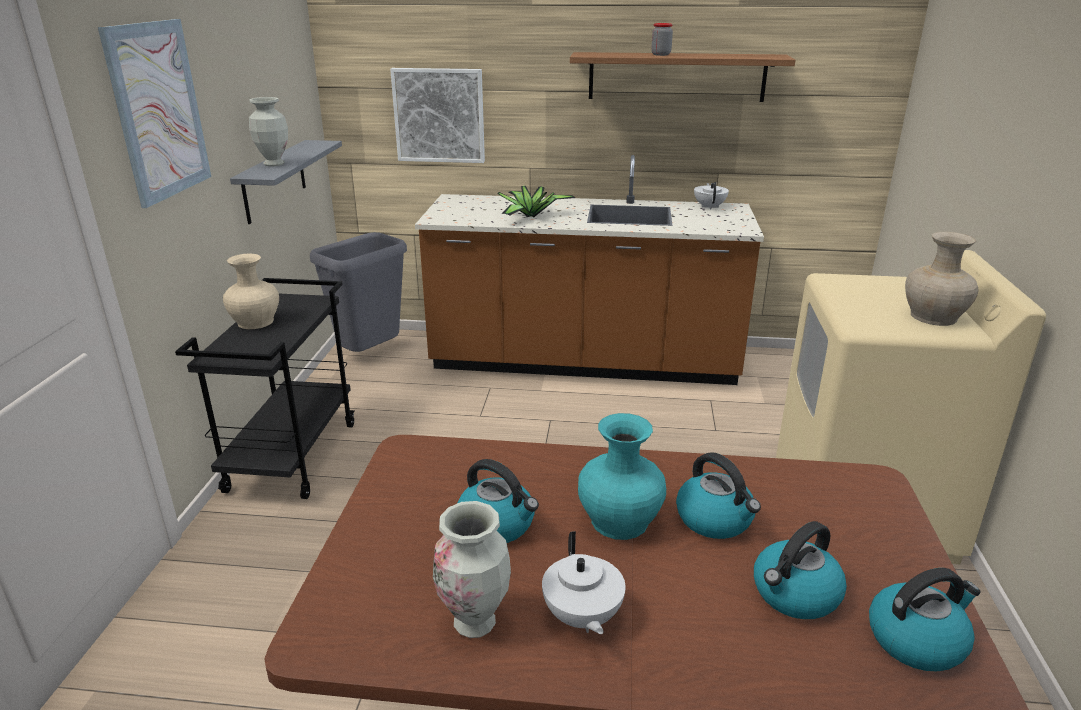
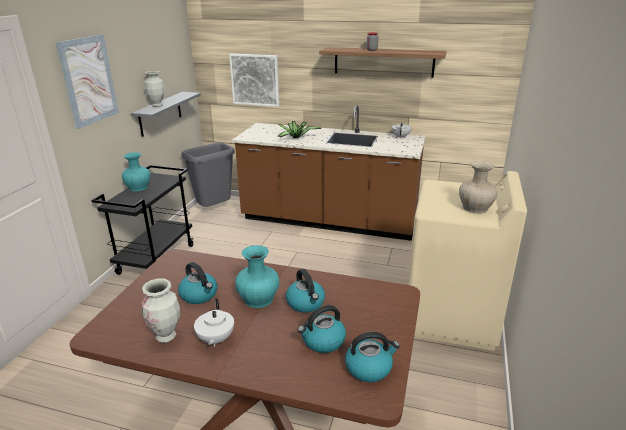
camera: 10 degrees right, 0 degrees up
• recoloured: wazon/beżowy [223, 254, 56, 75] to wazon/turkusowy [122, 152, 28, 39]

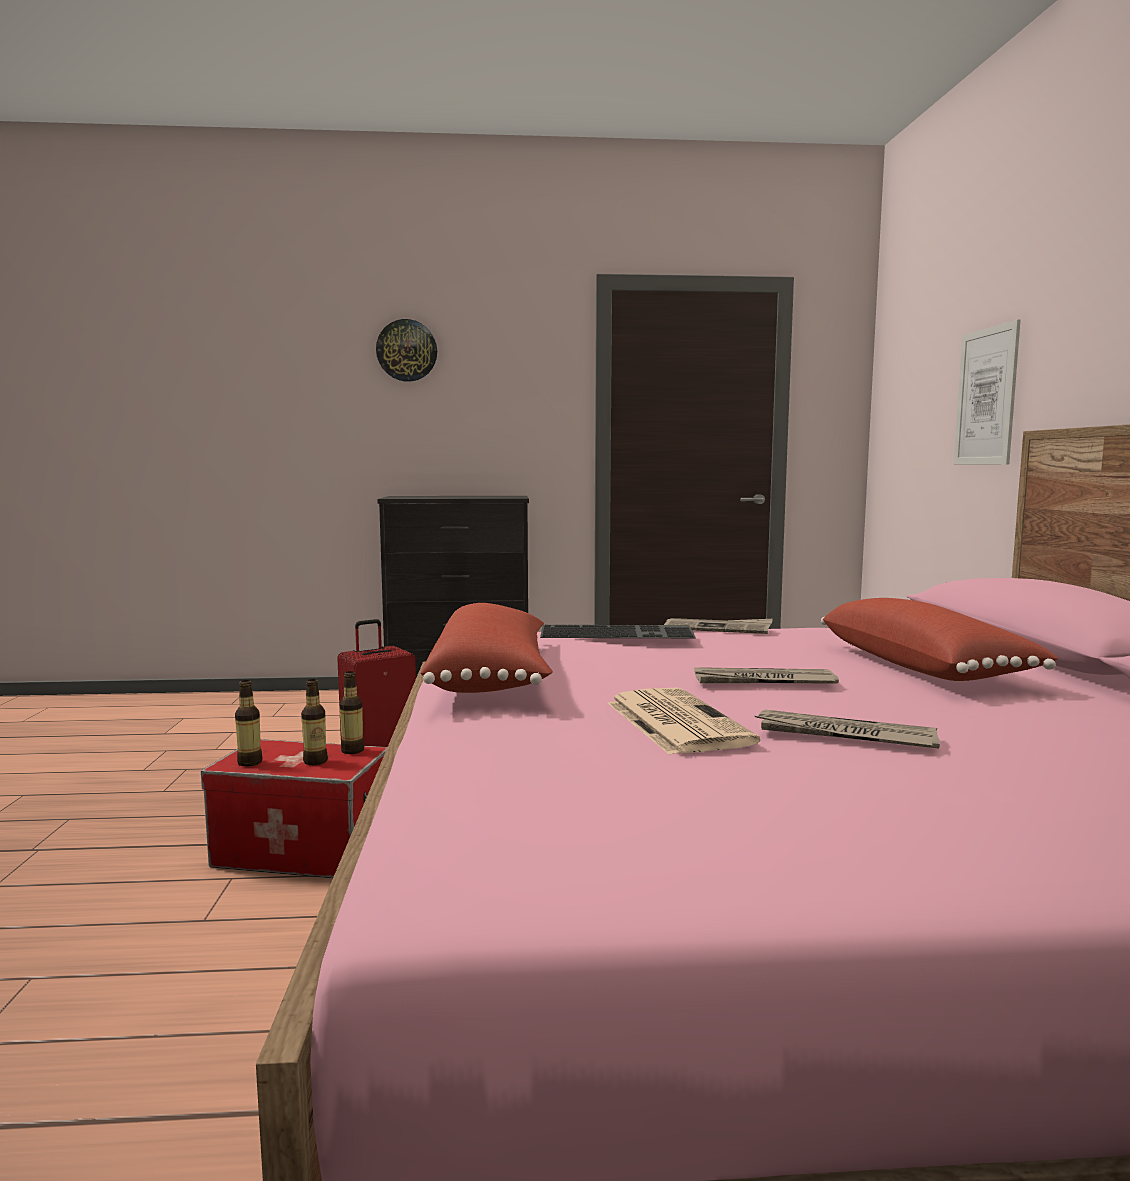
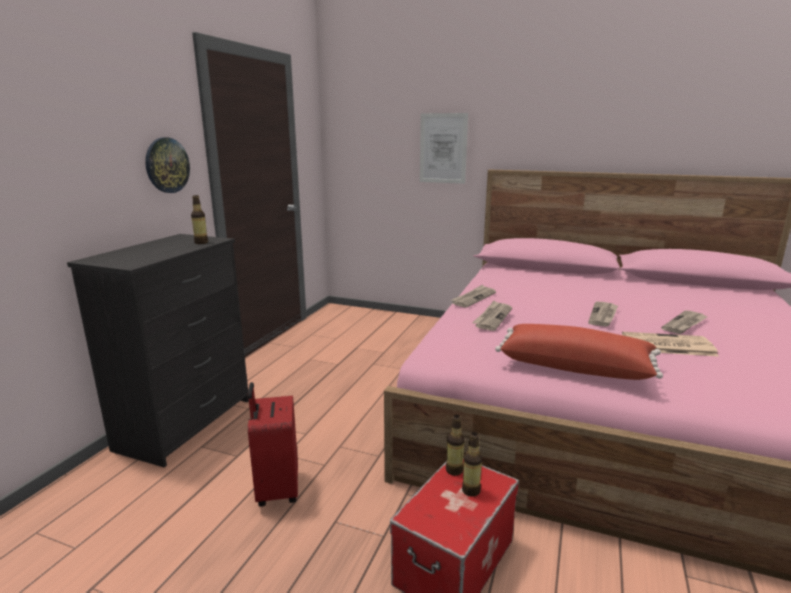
camera: 65 degrees left, 10 degrees up
• removed: poduszka/czerwony [821, 598, 238, 83]
• moved: butelka [235, 680, 27, 87] to [191, 195, 17, 49]
• moved: zegar ścienny [376, 319, 61, 63] to [145, 138, 45, 55]
• replaced: klawiatura [540, 625, 156, 13] to gazeta [473, 301, 39, 30]

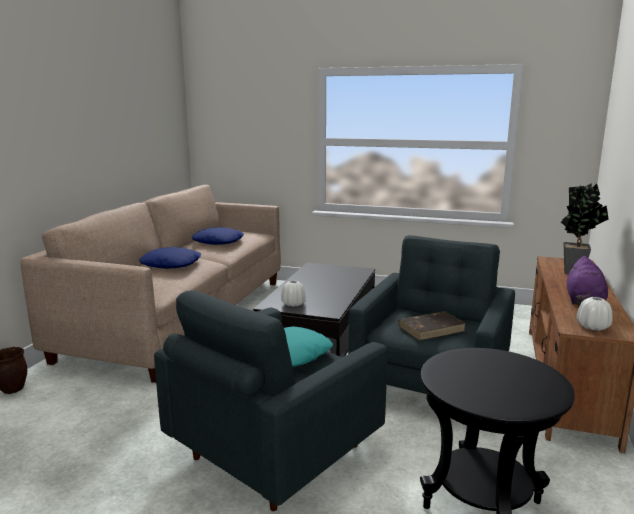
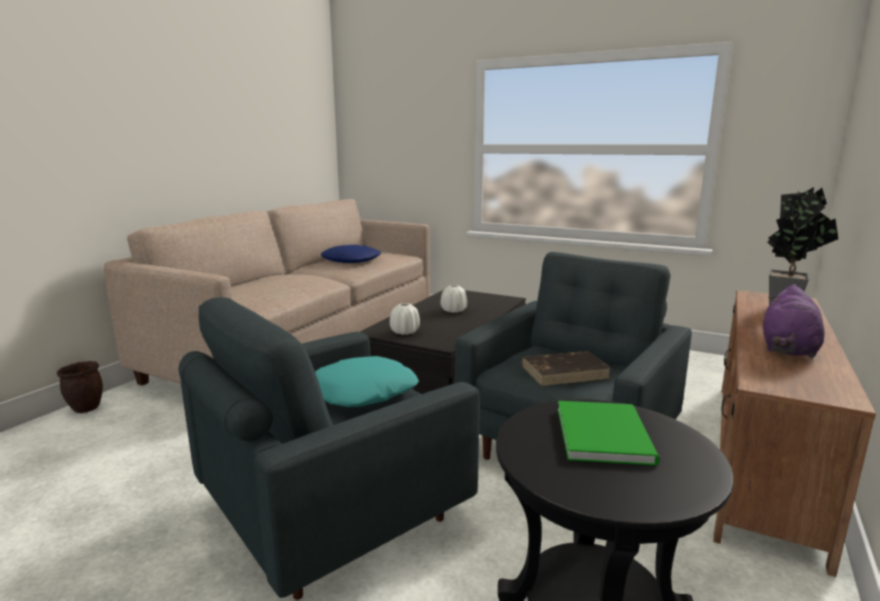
camera: 10 degrees right, 0 degrees up
• removed: poduszka/niebieski [139, 247, 62, 22]
• added: książka/zielony [558, 401, 101, 64]
• moved: wazon/biały [577, 297, 35, 34] to [441, 285, 26, 28]

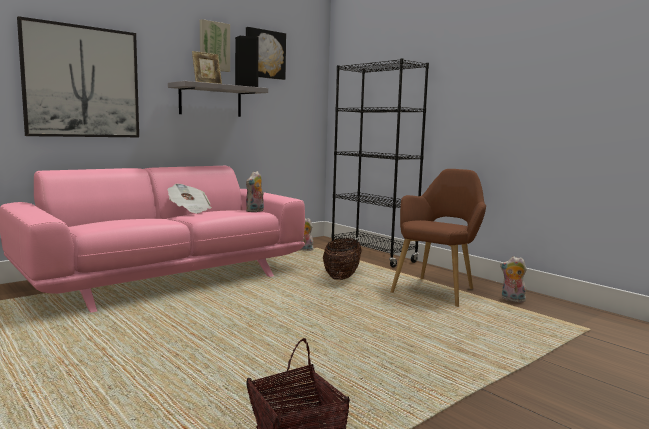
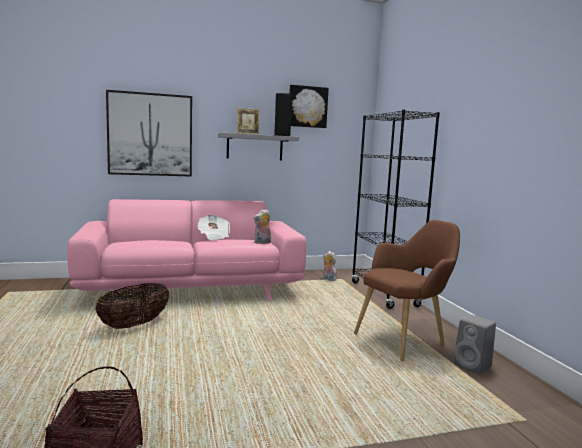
camera: 25 degrees right, 0 degrees up
• removed: obraz [200, 19, 30, 53]
• moved: koszyk [323, 238, 39, 42] to [96, 283, 73, 46]
• replaced: pluszak [500, 256, 27, 47] to głośnik/szary [453, 315, 43, 59]

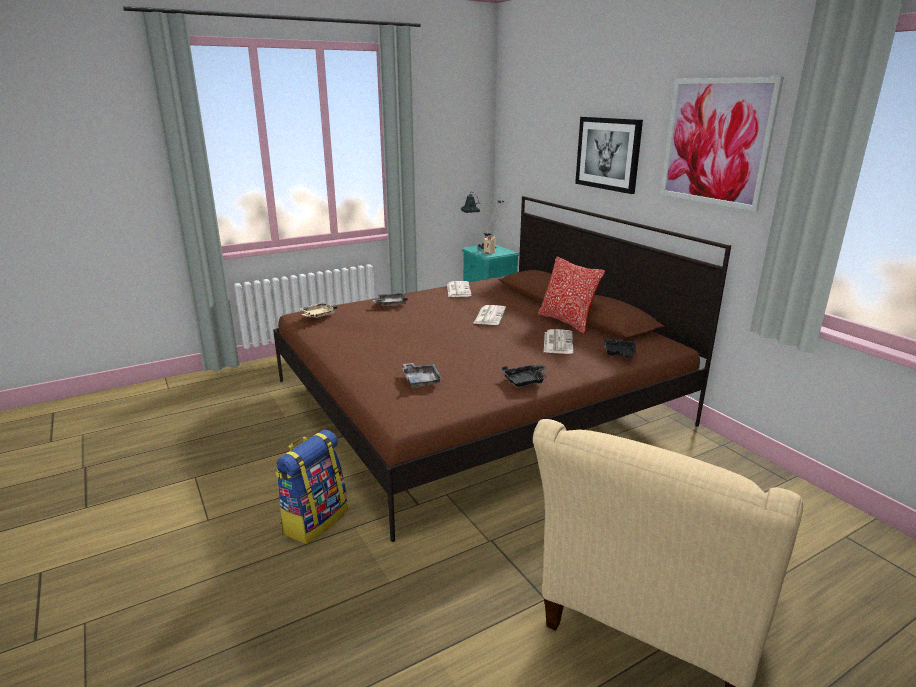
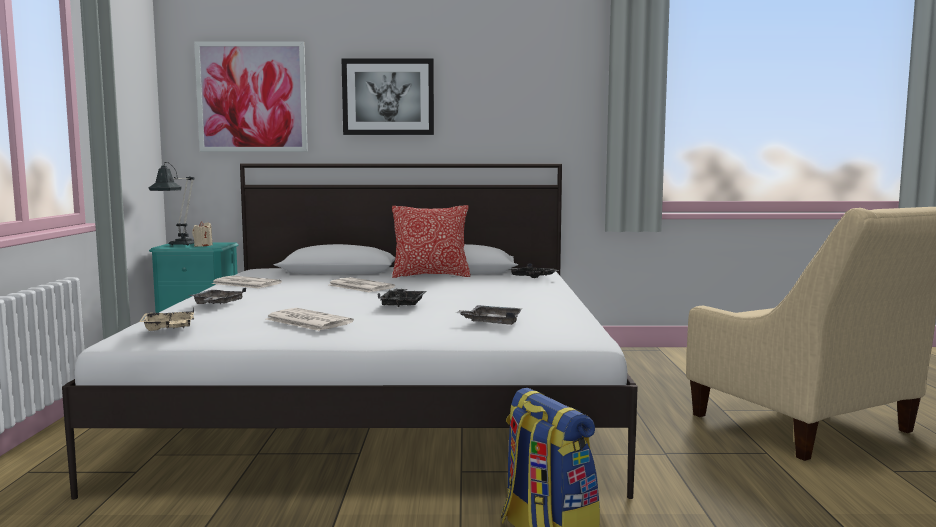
camera: 60 degrees left, 15 degrees down
• moved: taca/czarny [502, 364, 46, 23] to [377, 289, 49, 18]
• moved: gazeta [544, 329, 29, 25] to [266, 308, 88, 23]
• moved: obraz [660, 77, 124, 134] to [194, 41, 114, 111]
• recoloured: łóżko/brązowy [273, 196, 458, 346] to łóżko/biały [62, 164, 576, 336]

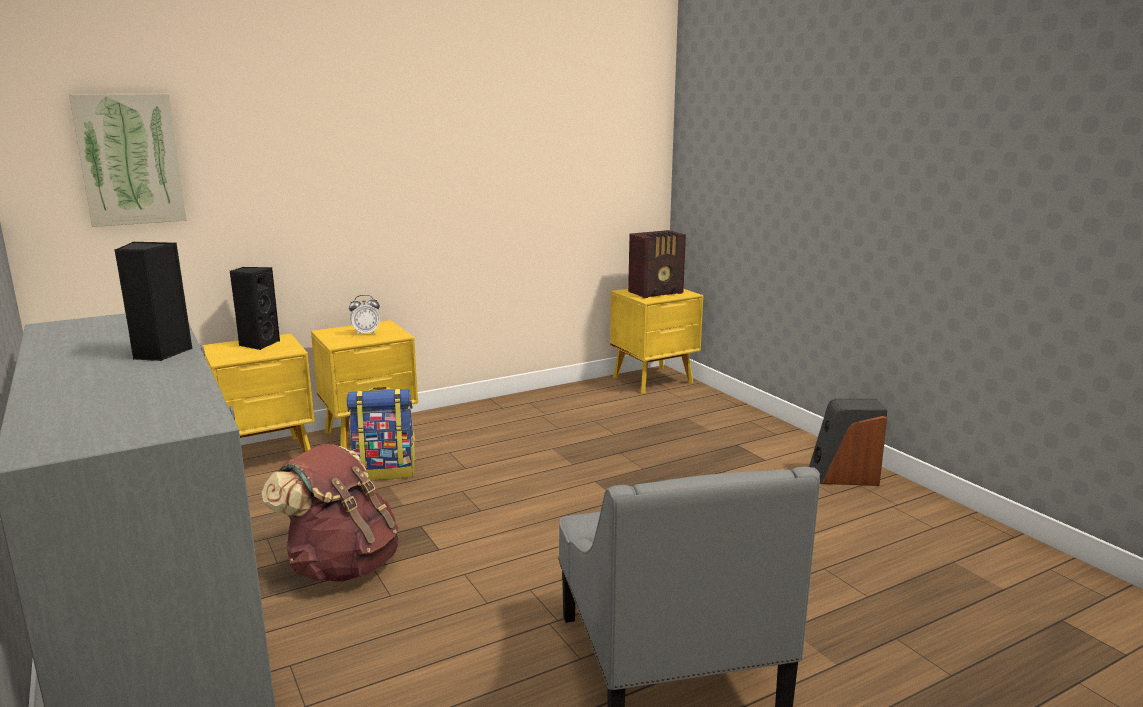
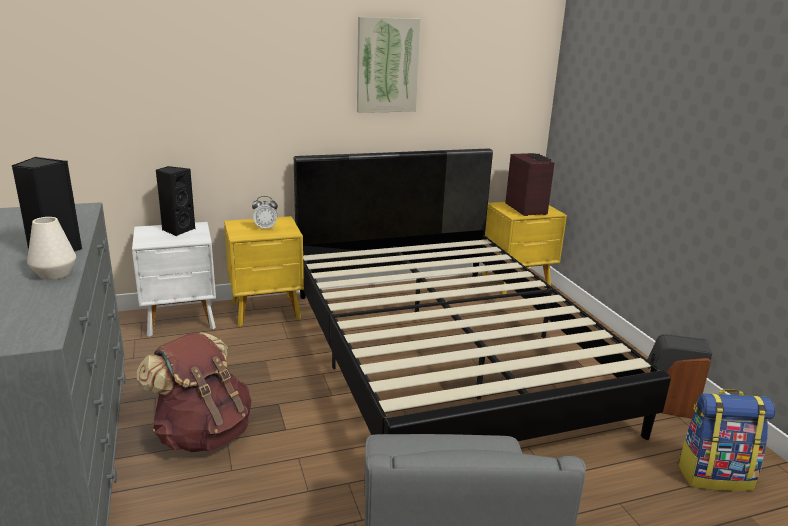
camera: 10 degrees right, 5 degrees up
• added: wazon/biały [27, 217, 49, 63]
• added: łóżko/czarny [294, 148, 377, 293]
• moved: obraz [69, 94, 118, 133] to [357, 17, 63, 96]
• moved: plecak [346, 387, 70, 93] to [678, 389, 98, 102]
• recoloured: szafka nocna/żółty [203, 333, 112, 119] to szafka nocna/biały [132, 222, 84, 115]
• turned: radio [628, 230, 58, 68] = [505, 153, 50, 63] 90 degrees counterclockwise

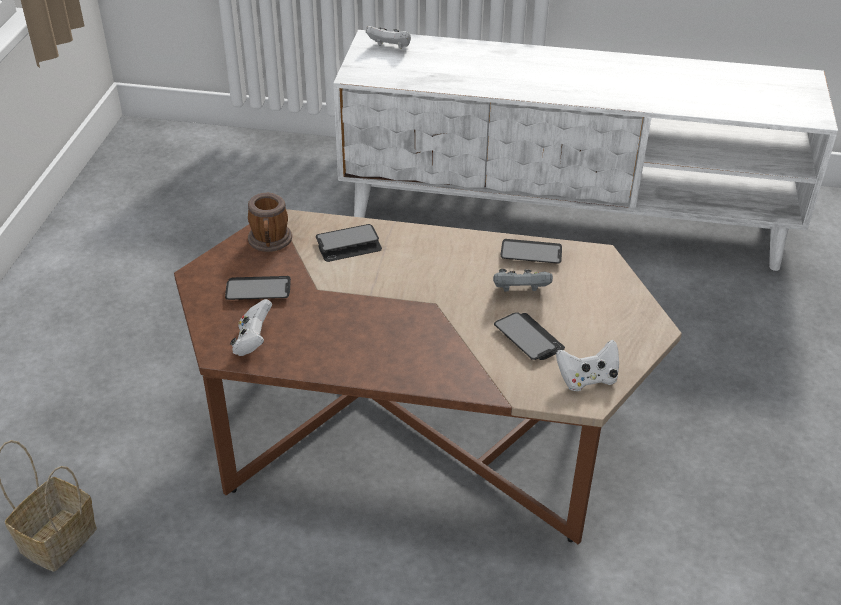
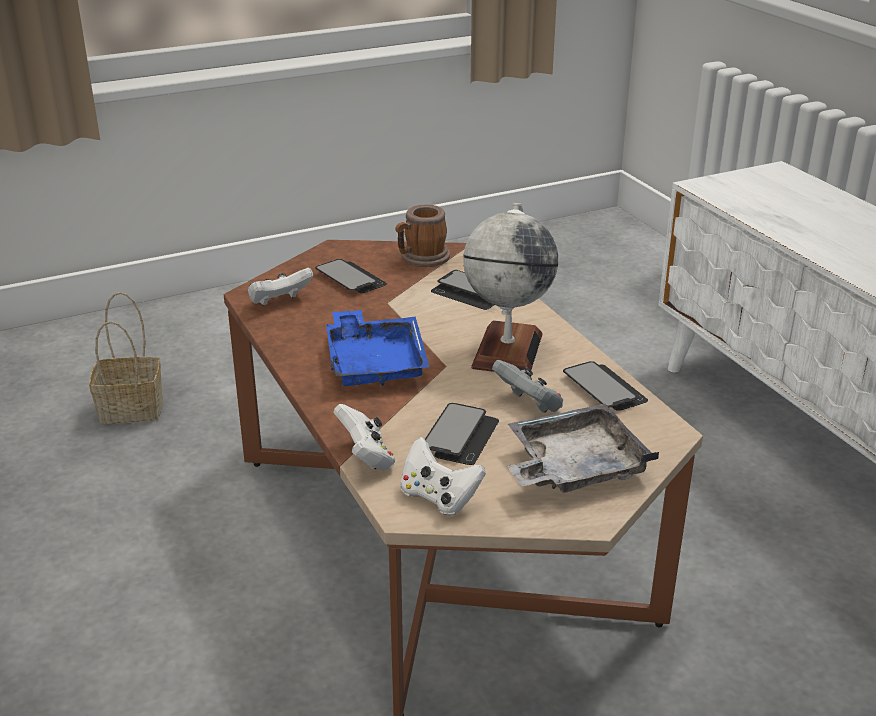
camera: 55 degrees right, 10 degrees down
• added: taca/niebieski [326, 310, 103, 76]
• added: globus [463, 203, 95, 169]
• added: taca/szary [507, 404, 152, 89]
• moved: pad do gier/biały [366, 26, 45, 23] to [334, 404, 61, 67]

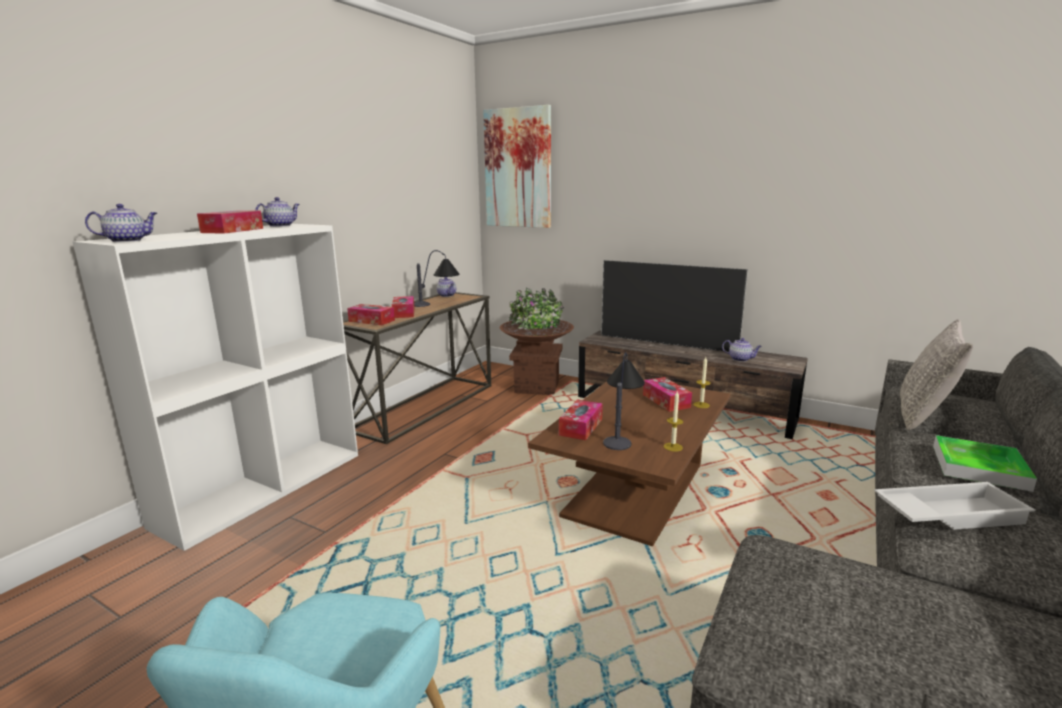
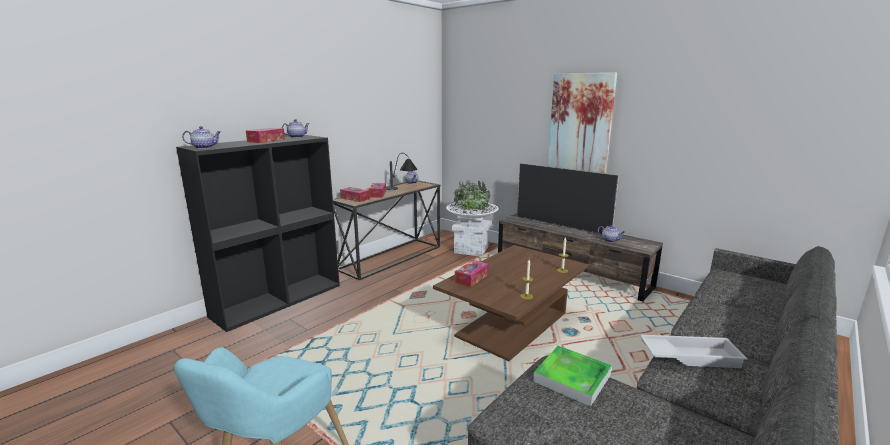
camera: 10 degrees right, 0 degrees up
• removed: lampa stołowa [603, 352, 42, 98]
• removed: pudełko chusteczek [643, 377, 49, 35]
• removed: poduszka/szary [900, 319, 73, 111]
• moved: obraz [483, 105, 68, 123] to [548, 73, 69, 100]
• moved: taca [933, 435, 104, 57] to [533, 346, 79, 61]
• recoloured: regał/biały [73, 224, 285, 327] to regał/czarny [176, 135, 164, 197]
• recoloured: donica/brązowy [500, 288, 74, 107] to donica/biały [446, 180, 53, 76]

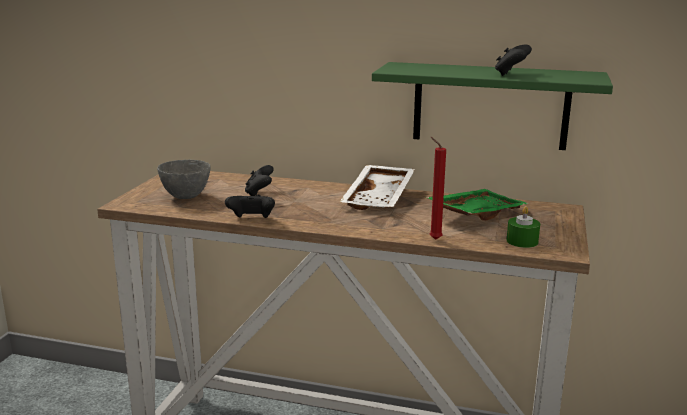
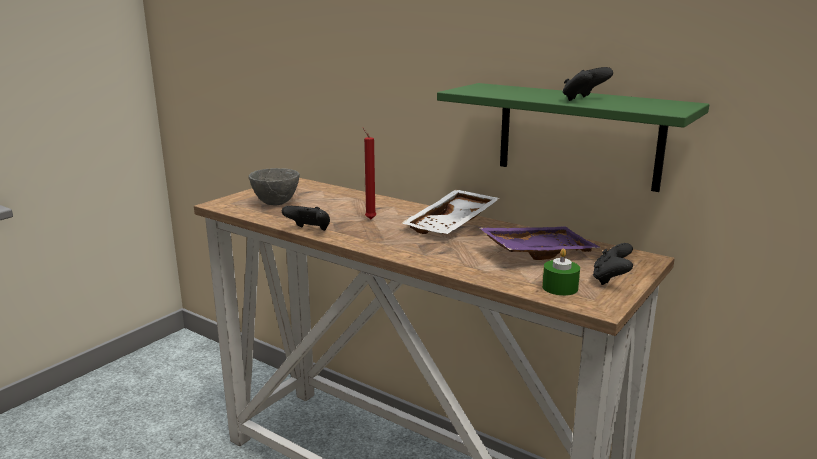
camera: 20 degrees right, 0 degrees up
• moved: pad do gier/czarny [245, 165, 29, 31] to [593, 243, 40, 42]
• moved: świeca/czerwony [430, 137, 16, 103] to [363, 127, 14, 92]
• recoloured: taca/zielony [425, 189, 104, 32] to taca/fioletowy [479, 227, 122, 33]

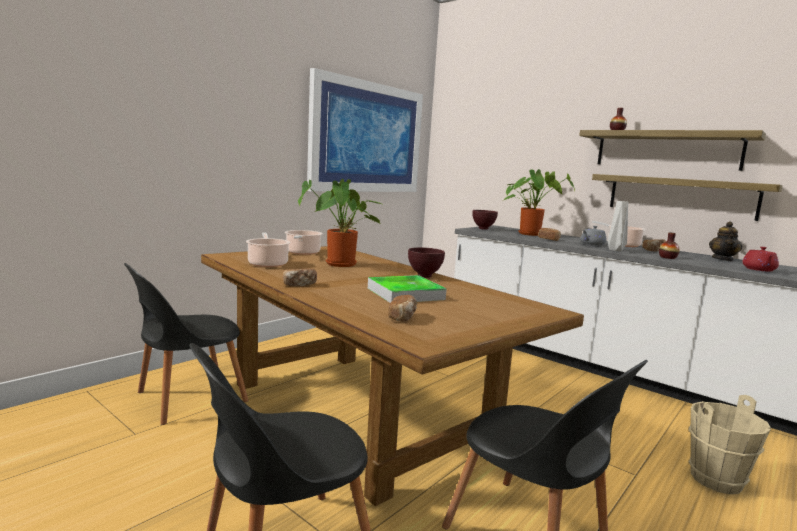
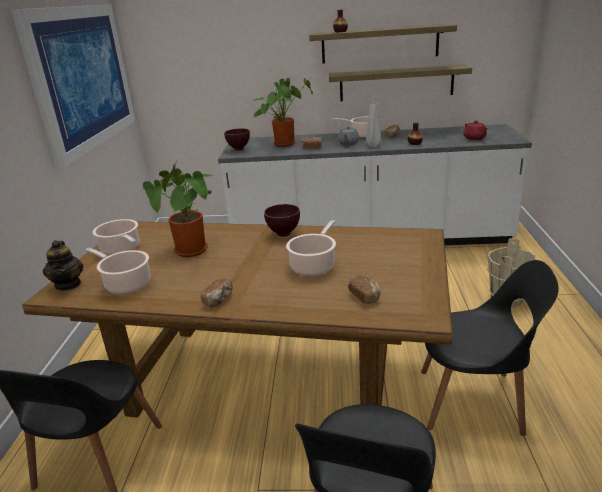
camera: 35 degrees left, 15 degrees up
• moved: imbryk [709, 221, 33, 41] to [43, 240, 40, 51]
• replaced: taca [368, 275, 79, 28] to garnek [286, 220, 50, 56]

